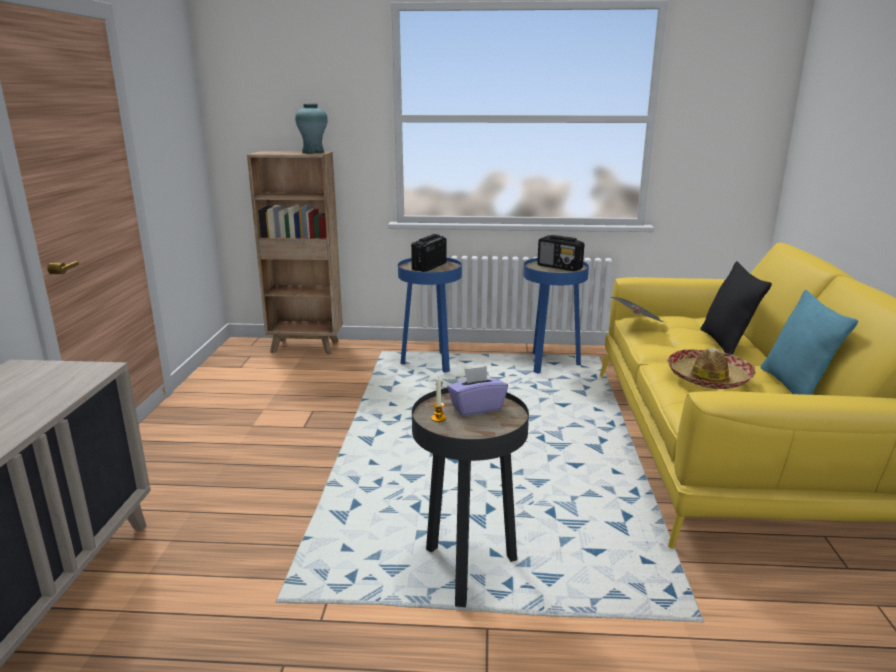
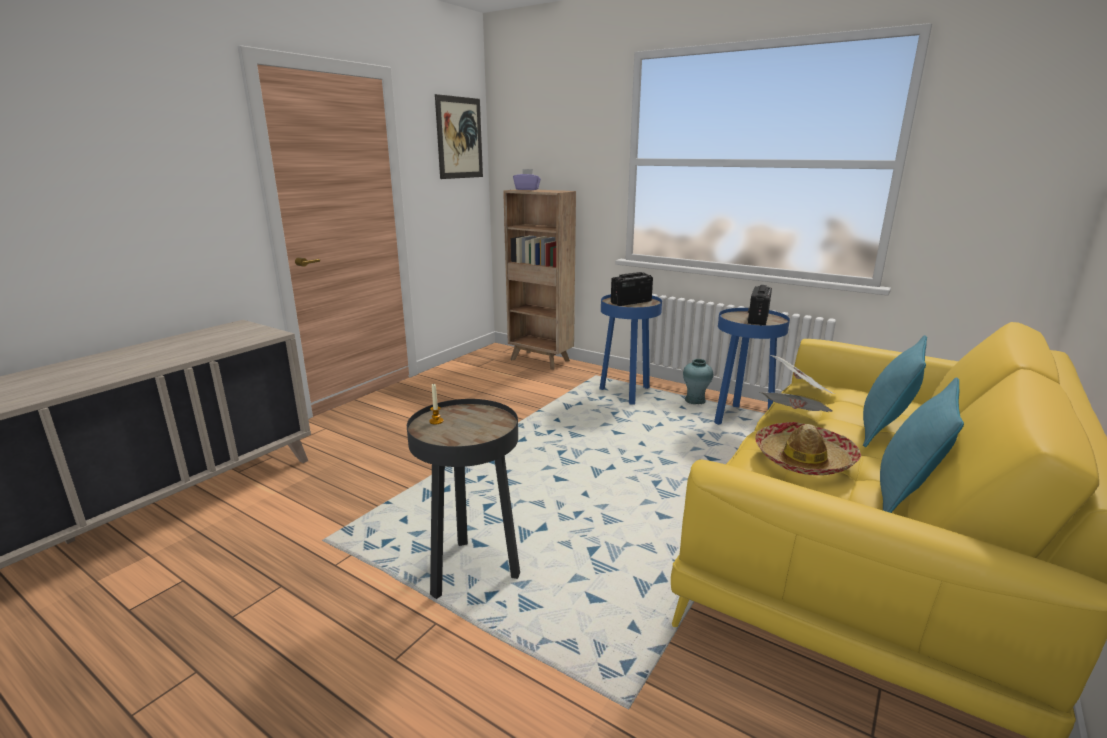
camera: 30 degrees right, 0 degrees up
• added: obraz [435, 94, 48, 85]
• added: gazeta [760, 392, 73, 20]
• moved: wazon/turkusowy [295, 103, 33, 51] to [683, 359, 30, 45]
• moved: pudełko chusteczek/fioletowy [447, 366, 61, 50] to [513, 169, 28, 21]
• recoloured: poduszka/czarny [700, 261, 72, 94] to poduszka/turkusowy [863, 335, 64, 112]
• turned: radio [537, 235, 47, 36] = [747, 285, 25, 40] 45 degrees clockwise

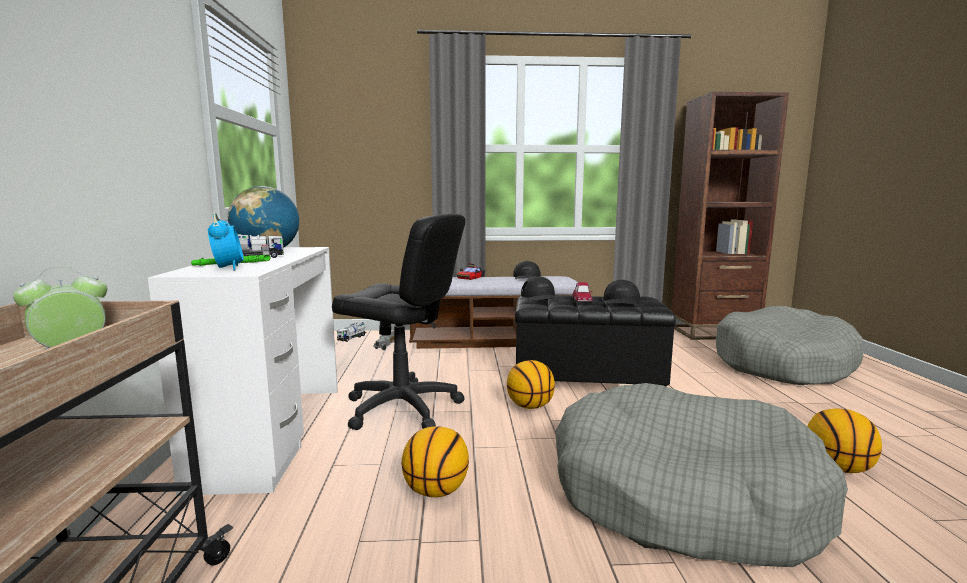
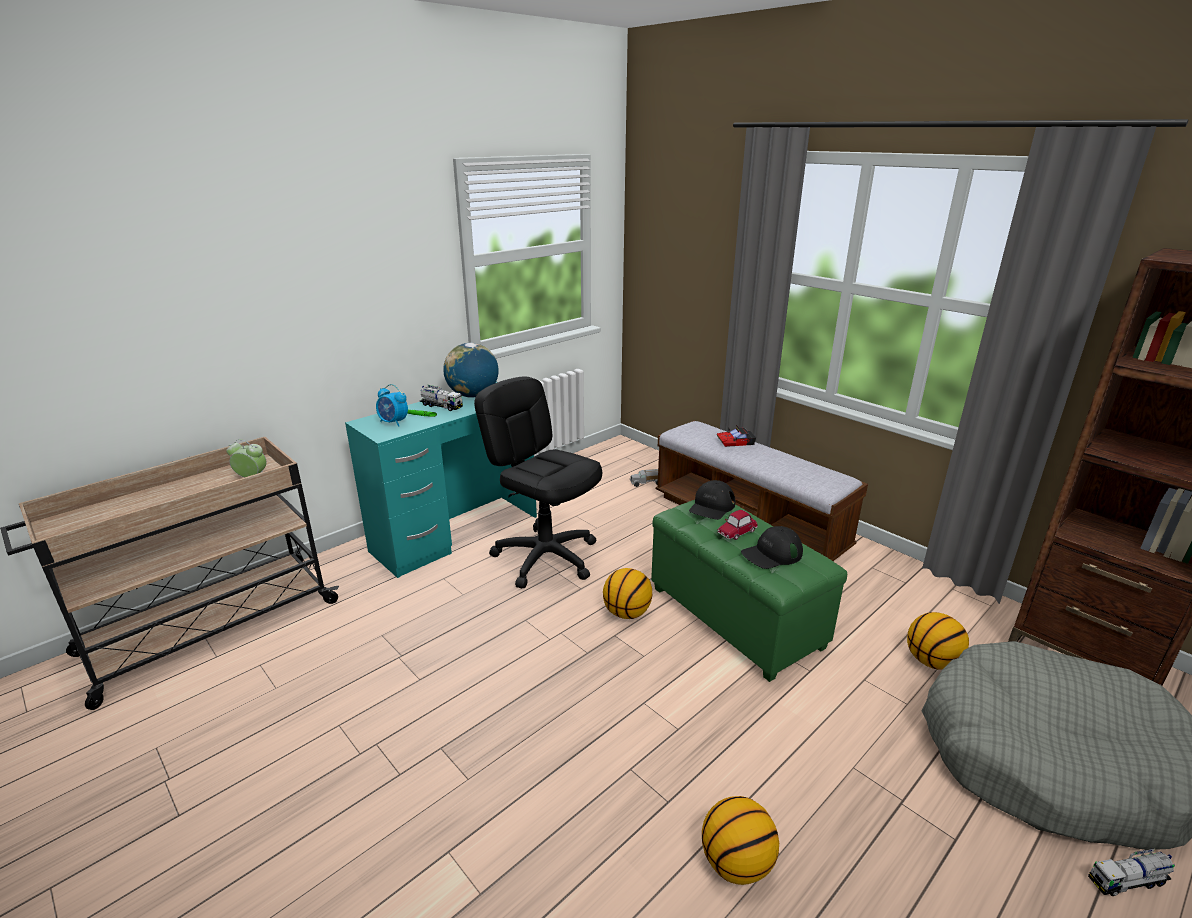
camera: 50 degrees right, 15 degrees up
• removed: czapka z daszkiem/czarny [513, 261, 28, 18]
• removed: legowisko/szary [555, 383, 293, 184]
• moved: ciężarówka zabawkowa [337, 322, 30, 20] to [1088, 848, 87, 48]
• moved: piłka do koszykówki [402, 426, 67, 71] to [907, 612, 62, 58]
• recoloured: biurko/biały [148, 247, 190, 249] to biurko/turkusowy [345, 382, 192, 196]
• recoloured: pufa/czarny [515, 295, 161, 92] to pufa/zielony [651, 500, 196, 182]
• turned: budzik [208, 213, 36, 58] = [376, 384, 32, 42] 90 degrees clockwise
• turned: krzesło biurowe/czarny [332, 213, 133, 217] = [474, 377, 128, 212] 150 degrees clockwise

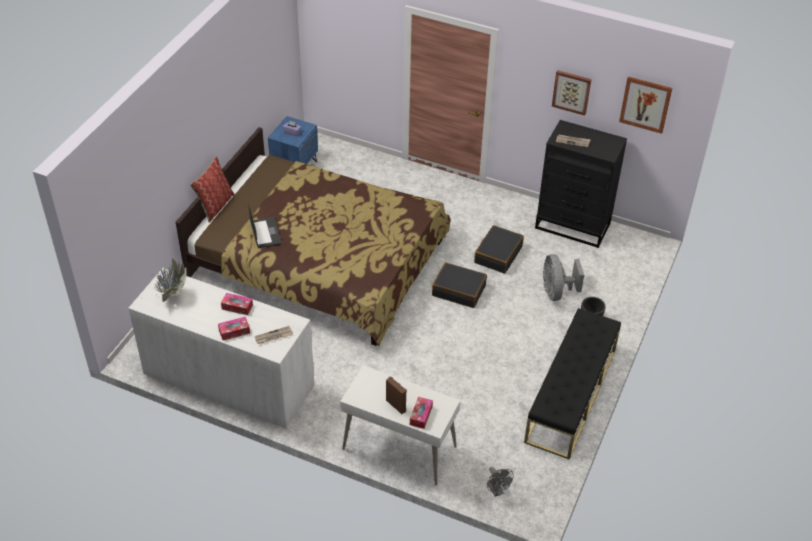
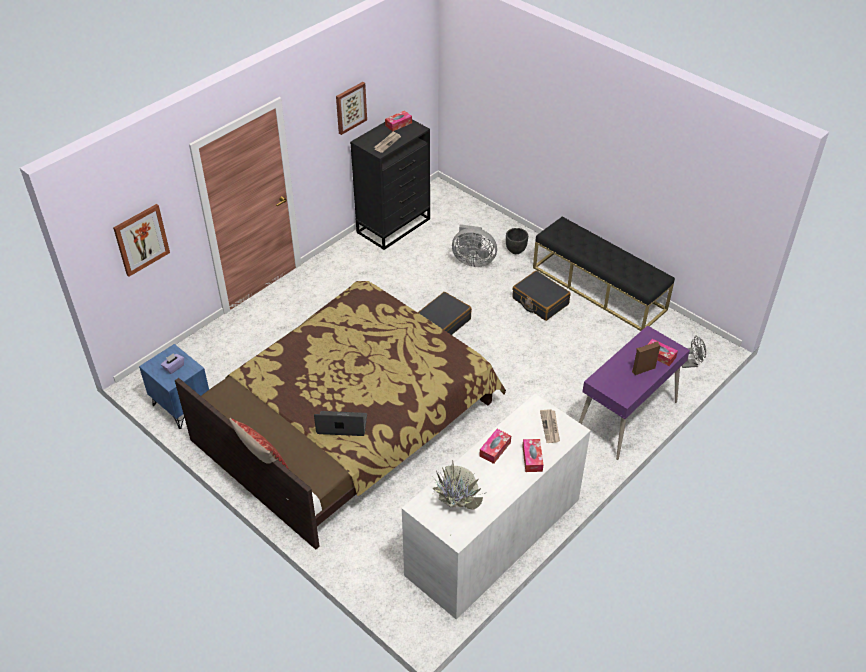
camera: 70 degrees left, 0 degrees up
• added: pudełko chusteczek [385, 111, 27, 20]
• moved: walizka/czarny [474, 225, 50, 49] to [512, 270, 59, 51]
• moved: obraz [619, 76, 54, 58] to [113, 204, 57, 73]
• recoloured: biurko/biały [340, 365, 121, 120] to biurko/fioletowy [579, 325, 111, 135]

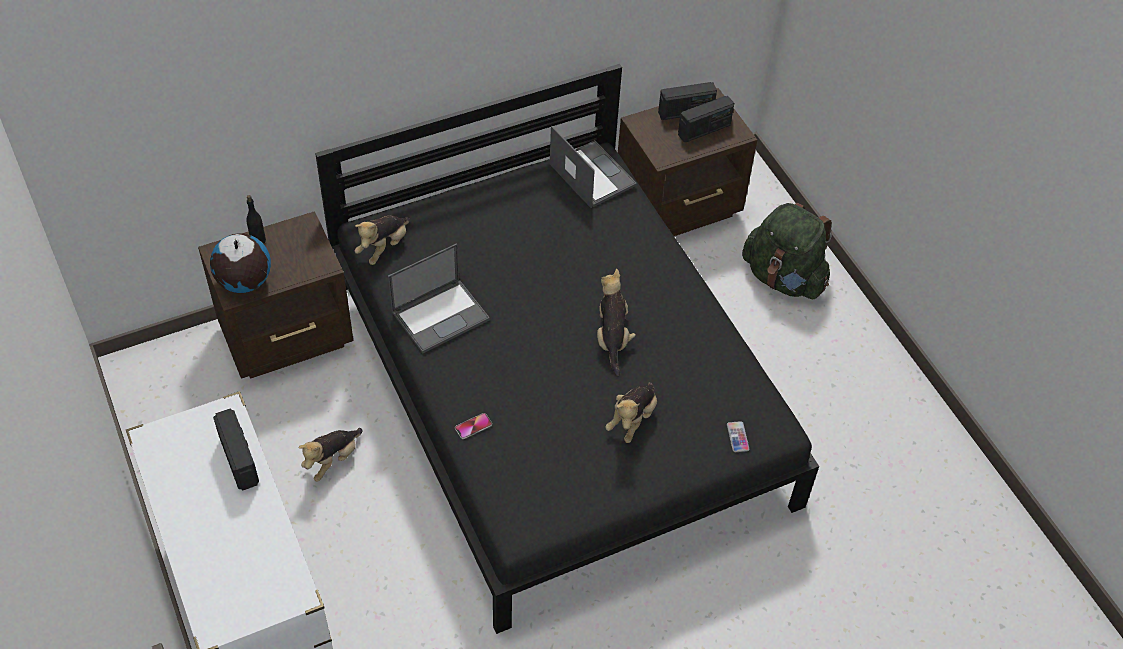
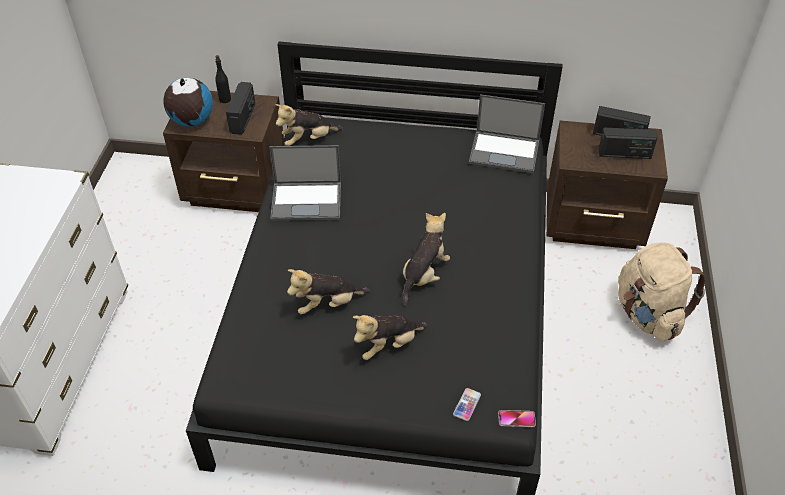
camera: 35 degrees right, 5 degrees down
• moved: radio [213, 409, 46, 82] to [226, 82, 29, 53]
• moved: pluszak [298, 428, 64, 53] to [287, 269, 83, 45]
• moved: telefon [455, 413, 37, 26] to [498, 410, 38, 17]
• recoloured: plecak/zielony [742, 203, 90, 96] to plecak/beżowy [618, 242, 88, 100]
• turned: laptop [550, 126, 87, 82] = [469, 94, 76, 79] 105 degrees clockwise

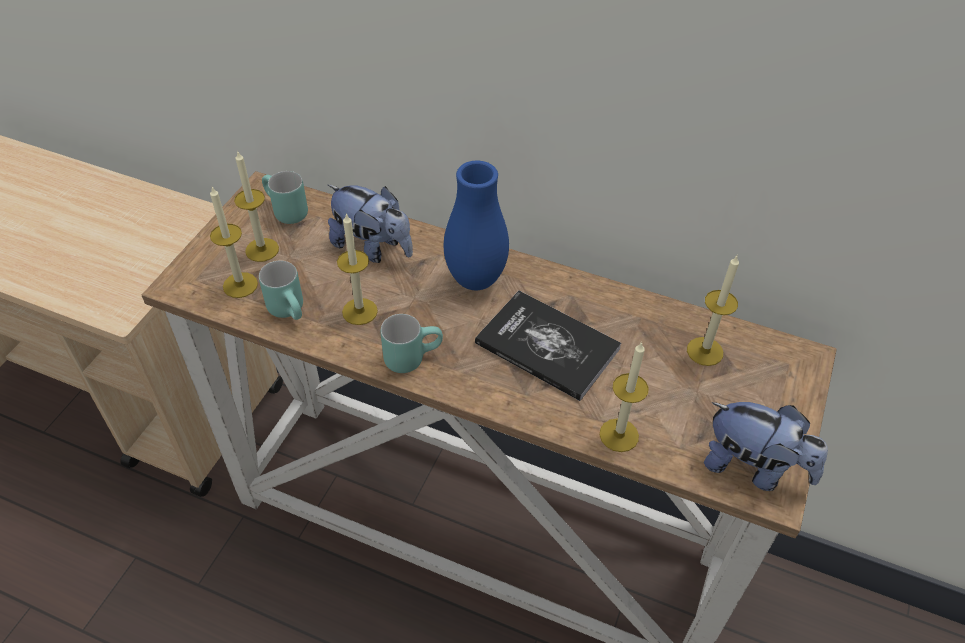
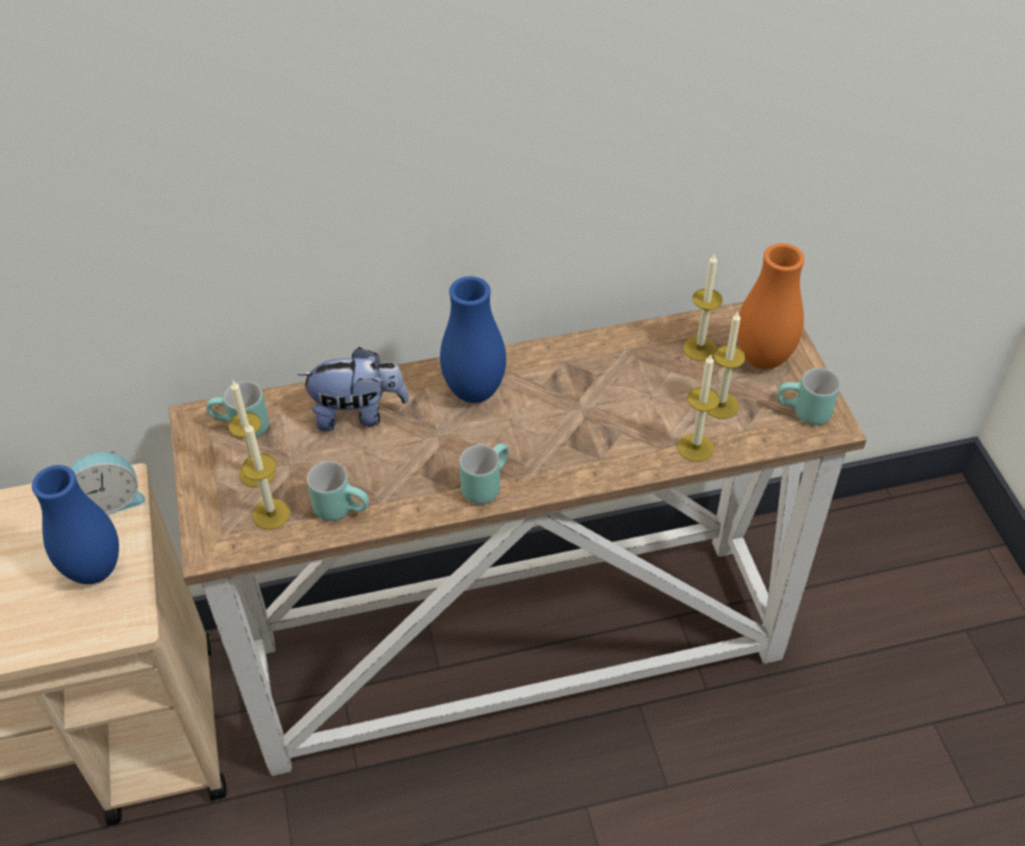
camera: 35 degrees left, 0 degrees up
• removed: książka [475, 291, 146, 110]
• added: wazon/niebieski [32, 465, 87, 119]
• added: budzik [70, 451, 76, 64]
• added: wazon/pomarańczowy [737, 243, 68, 126]
• moved: świeca [337, 213, 41, 112] to [706, 311, 40, 108]
• replaced: pluszak [704, 402, 124, 89] to kubek/turkusowy [777, 368, 63, 57]

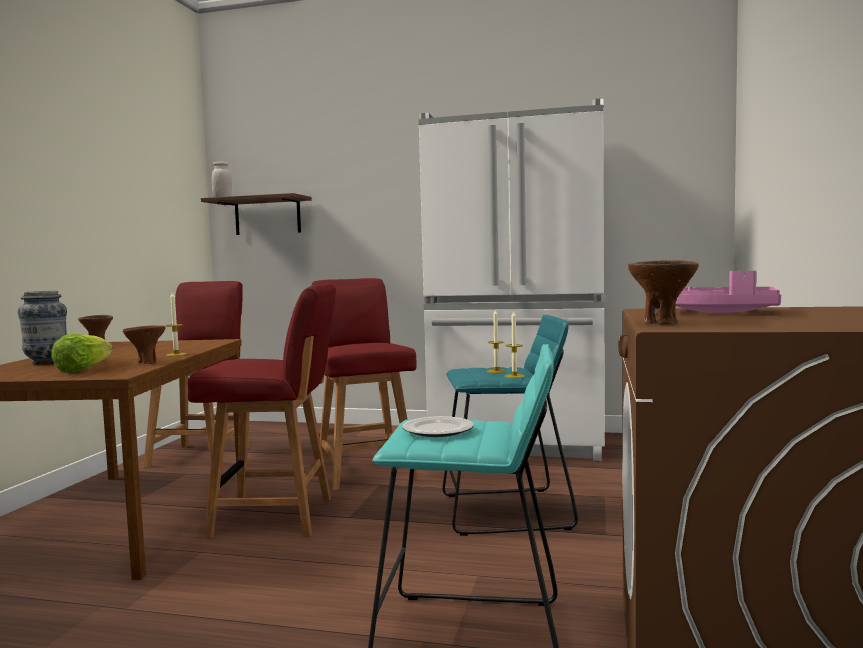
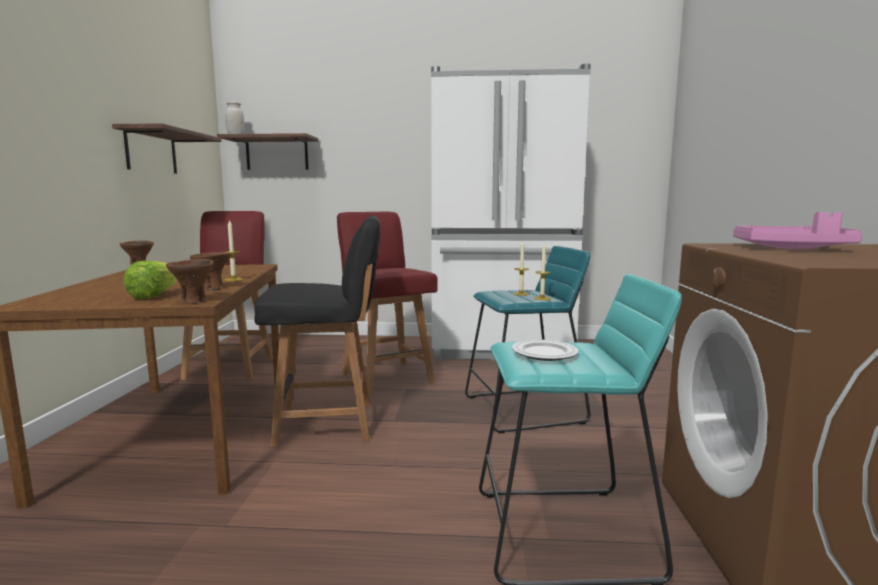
camera: 10 degrees left, 5 degrees up
• removed: wazon [18, 291, 49, 74]
• added: półka [112, 123, 110, 51]
• moved: miska/brązowy [628, 260, 71, 64] to [166, 259, 48, 45]
• recoloured: krzesło/czerwony [188, 283, 148, 255] to krzesło/czarny [254, 215, 127, 232]

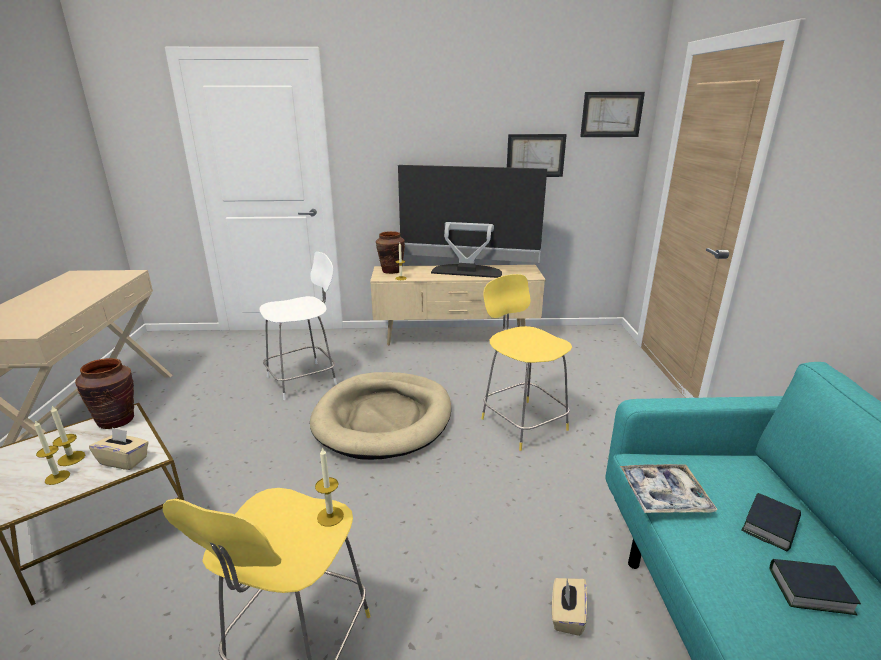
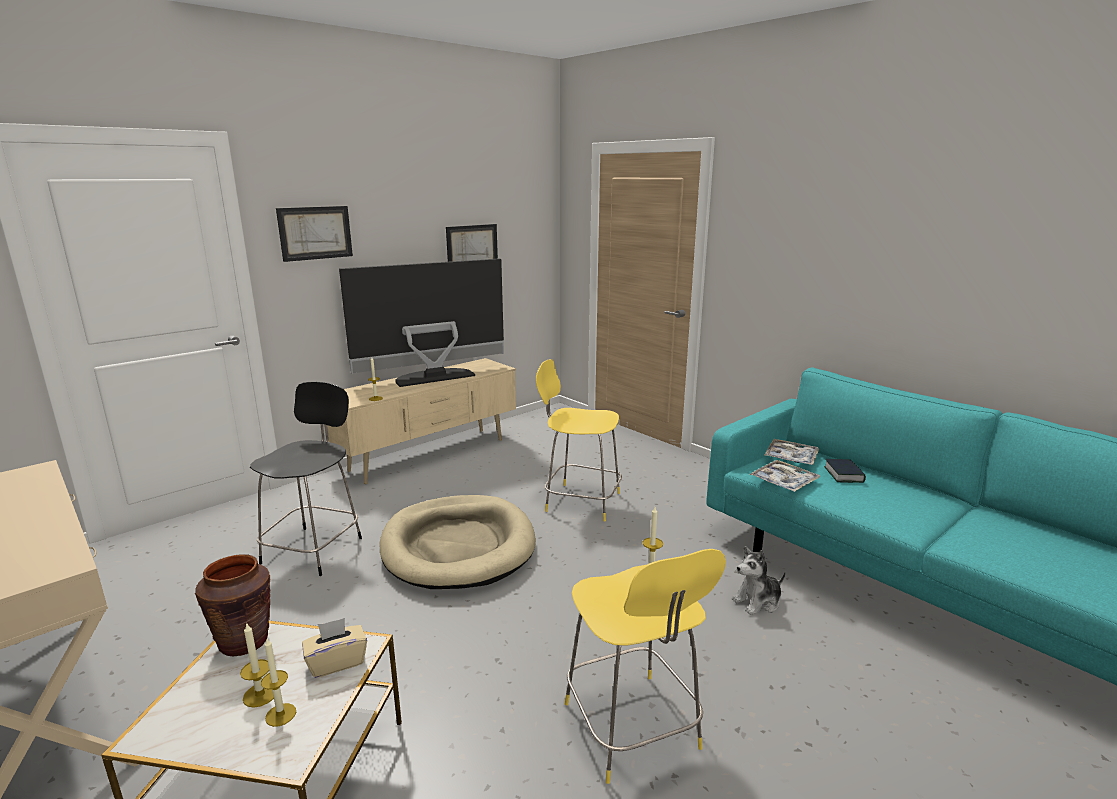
camera: 40 degrees left, 5 degrees down
• removed: wazon/brązowy [376, 231, 29, 43]
• removed: książka [770, 559, 91, 56]
• added: taca [764, 439, 55, 26]
• moved: obraz [580, 92, 65, 45] to [276, 206, 77, 56]
• replaced: pudełko chusteczek/beżowy [552, 578, 35, 58] to pluszak [732, 546, 54, 69]
• recoloured: stołek/biały [259, 252, 78, 148] to stołek/czarny [250, 382, 112, 194]

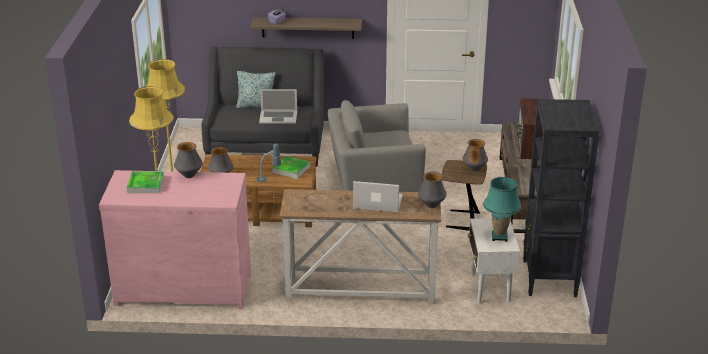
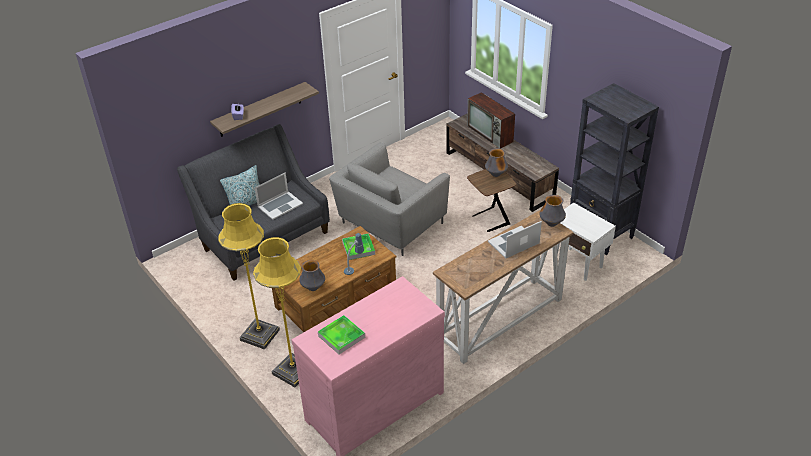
camera: 40 degrees left, 10 degrees up
• removed: wazon [174, 142, 29, 36]
• removed: lampa stołowa/turkusowy [483, 177, 39, 65]

